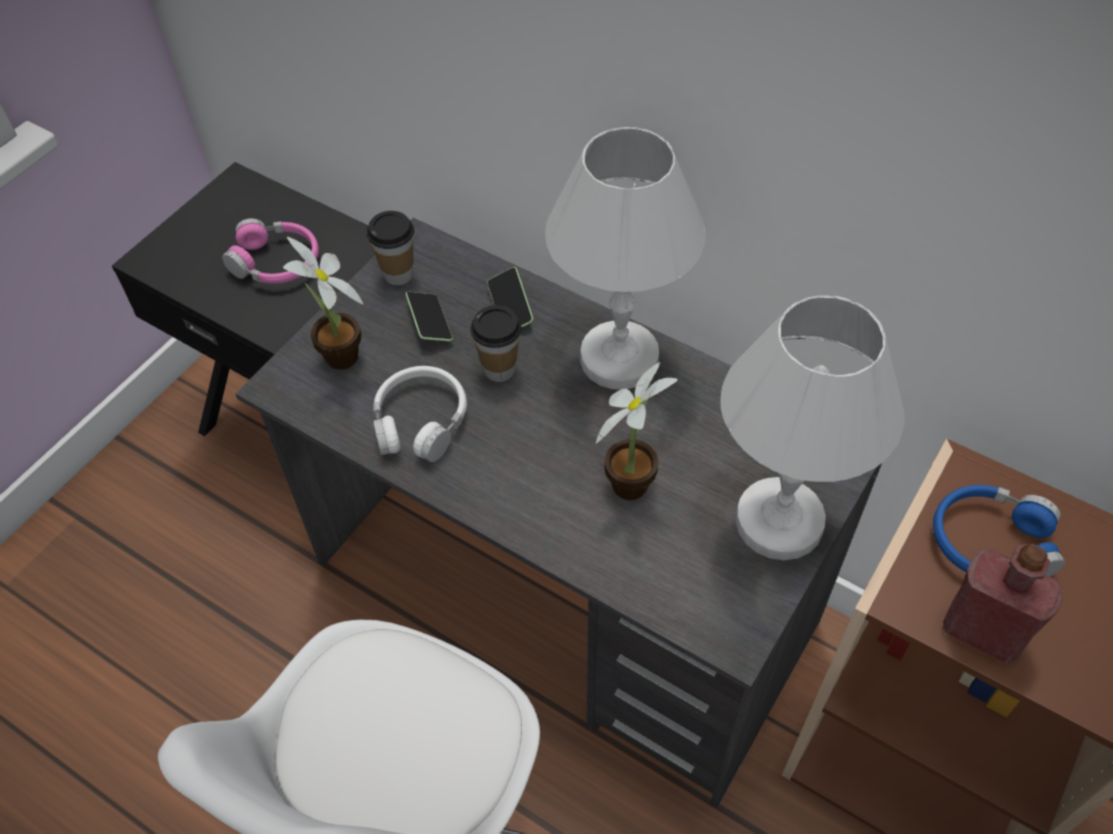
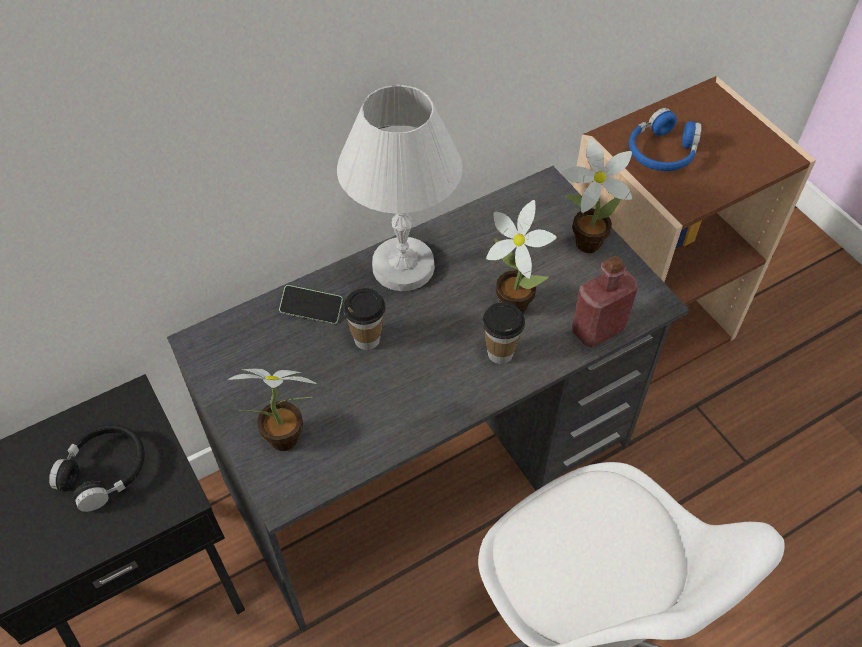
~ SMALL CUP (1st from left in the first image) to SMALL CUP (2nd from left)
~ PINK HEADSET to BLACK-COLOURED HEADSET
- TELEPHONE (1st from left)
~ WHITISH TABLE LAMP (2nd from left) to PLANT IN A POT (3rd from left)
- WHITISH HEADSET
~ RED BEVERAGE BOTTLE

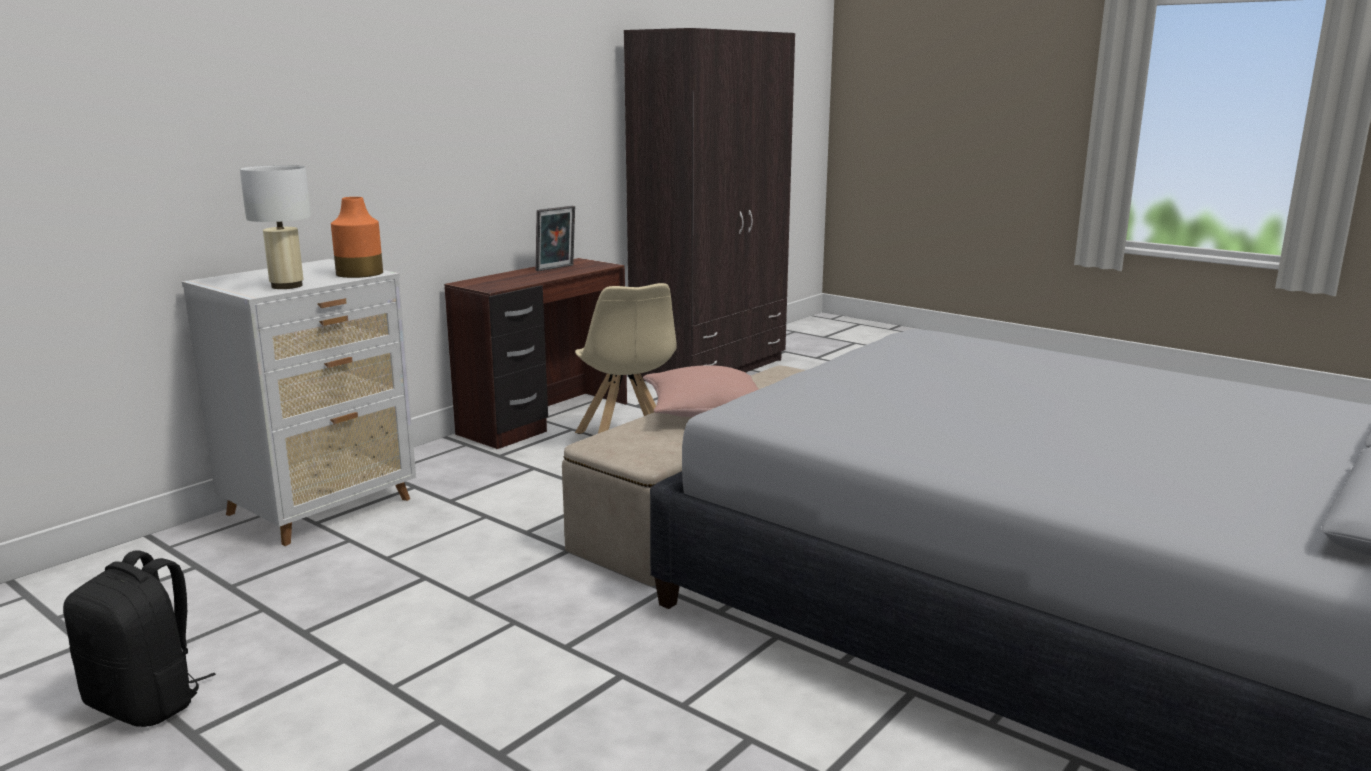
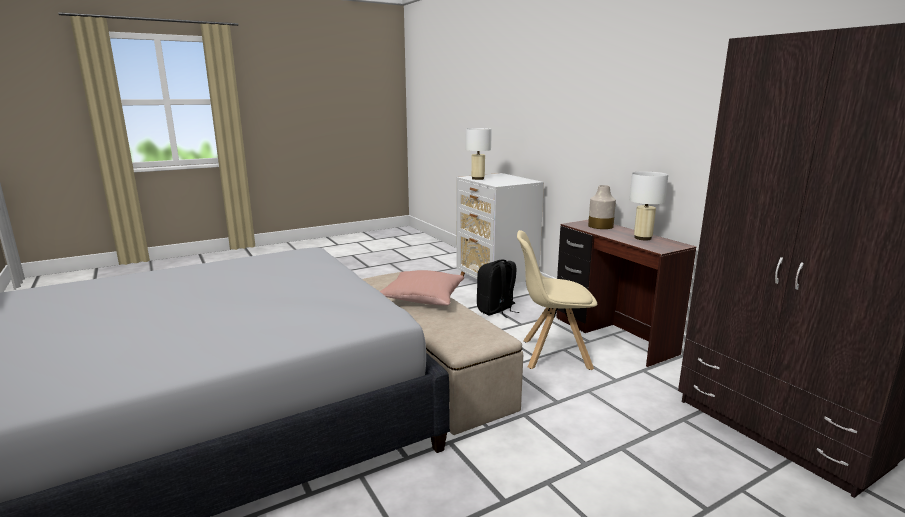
- ORANGE VASE
~ PHOTO FRAME to WHITISH TABLE LAMP (2nd from left)
~ BLACK-COLOURED BACKPACK
+ BEIGE-COLOURED VASE

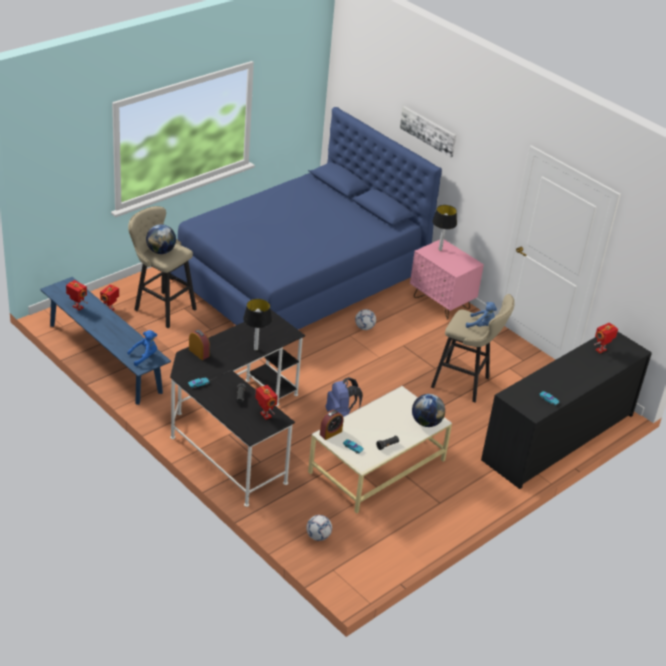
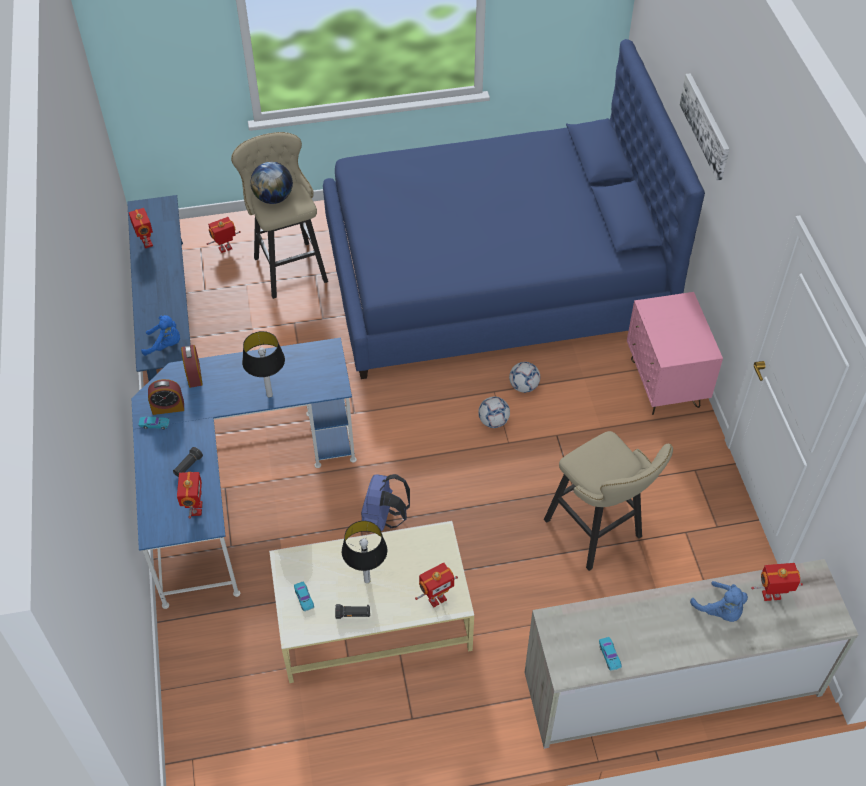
~ TABLE LAMP (2nd from left)
~ BLUE-COLOURED PLUSH TOY (2nd from left)
~ BLACK-COLOURED DESK TABLE to BLUE-COLOURED DESK TABLE
~ BLACK-COLOURED DRESSER to WHITISH DRESSER
~ GLOBE (2nd from left) to MODEL ROBOT (4th from left)
~ ALARM CLOCK (2nd from left in the first image) to ALARM CLOCK (1st from left)
~ BALL FOR FOOTBALL (1st from left)

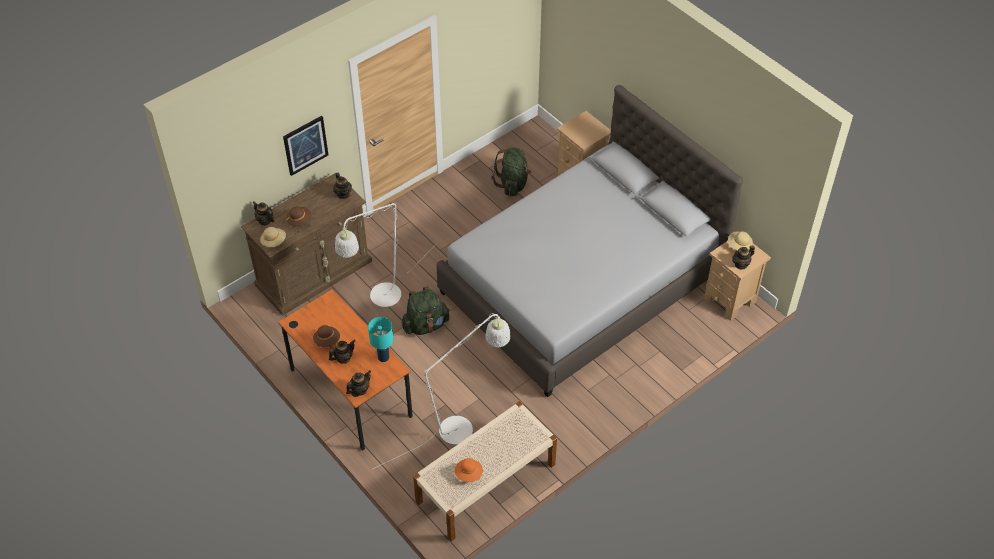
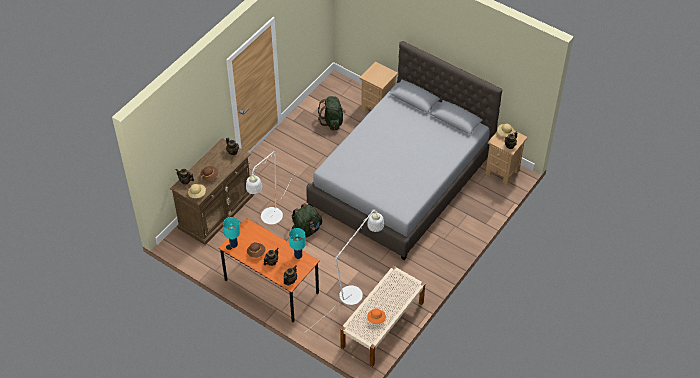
- PICTURE
+ TURQUOISE TABLE LAMP (1st from left)

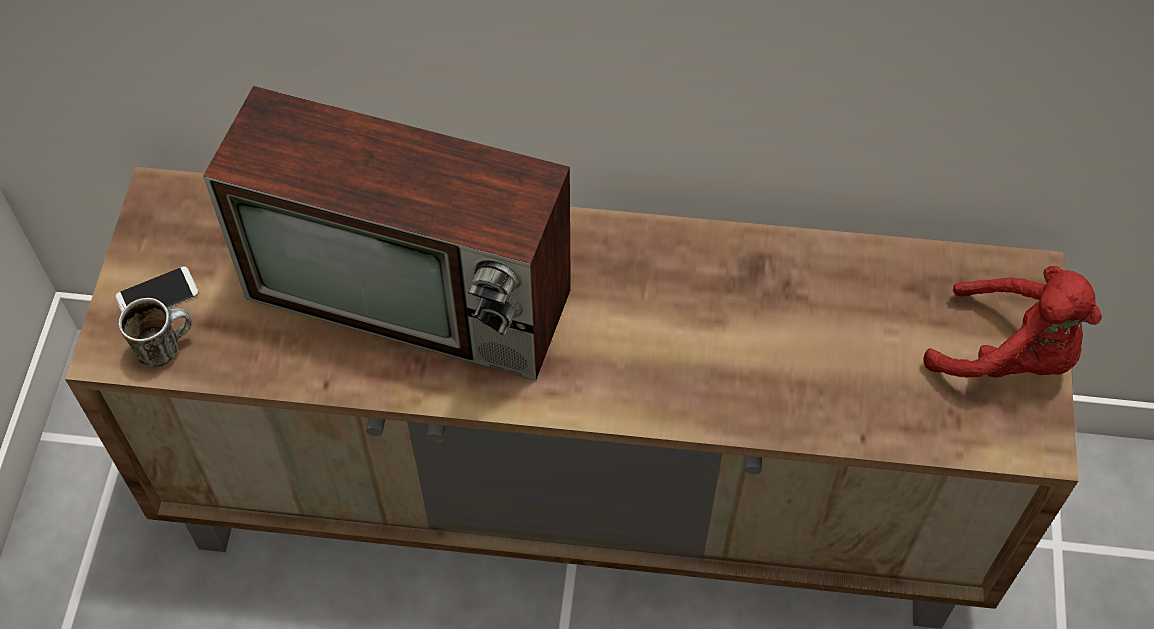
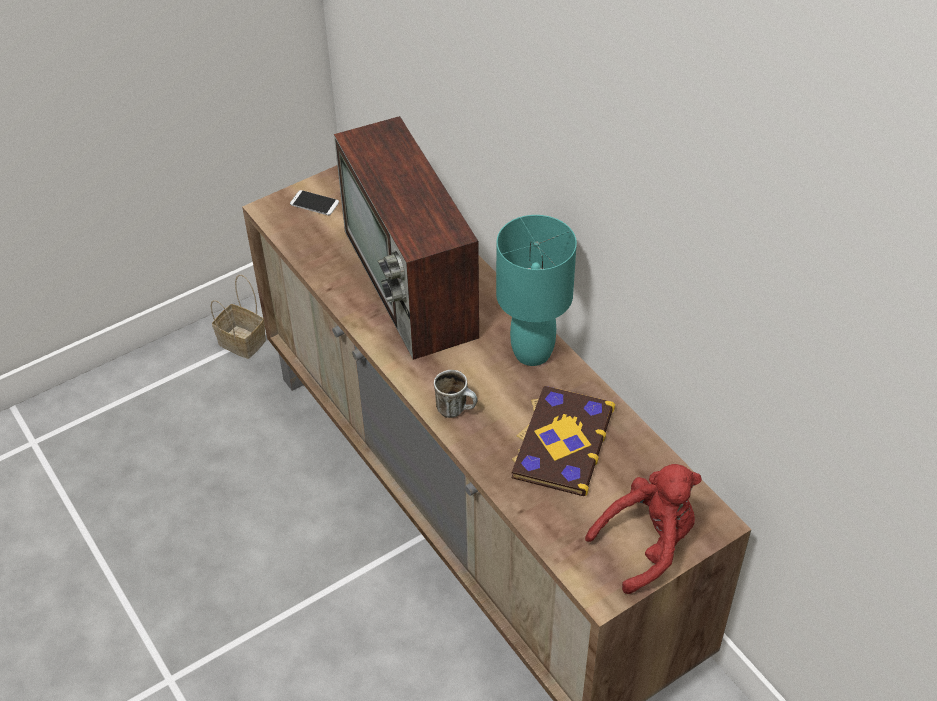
~ RED PLUSH TOY 105 degrees counterclockwise
~ MUG
+ TURQUOISE TABLE LAMP
+ STORAGE BASKET
+ VOLUME

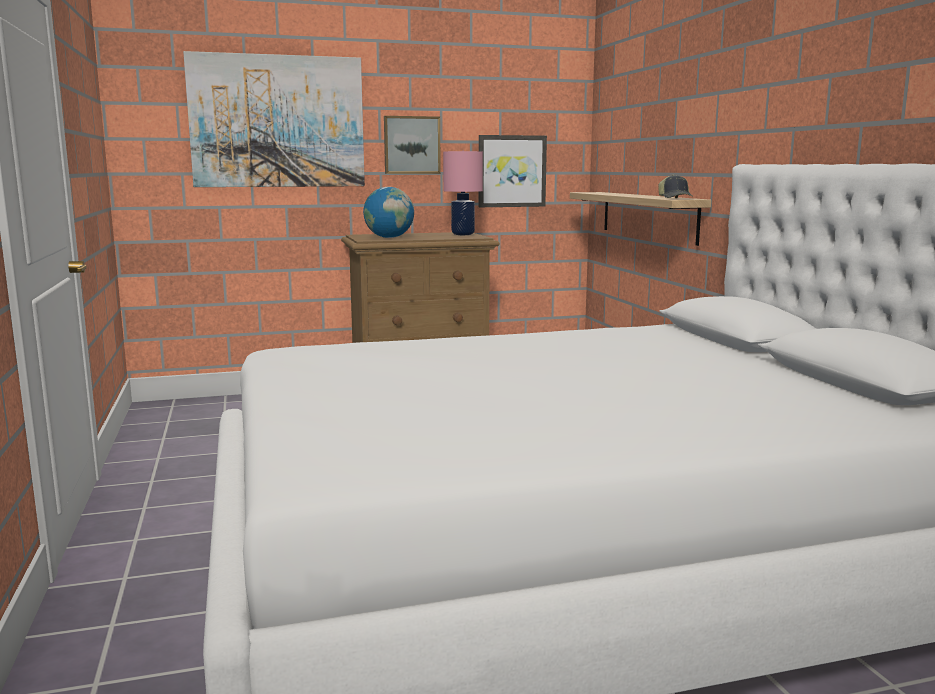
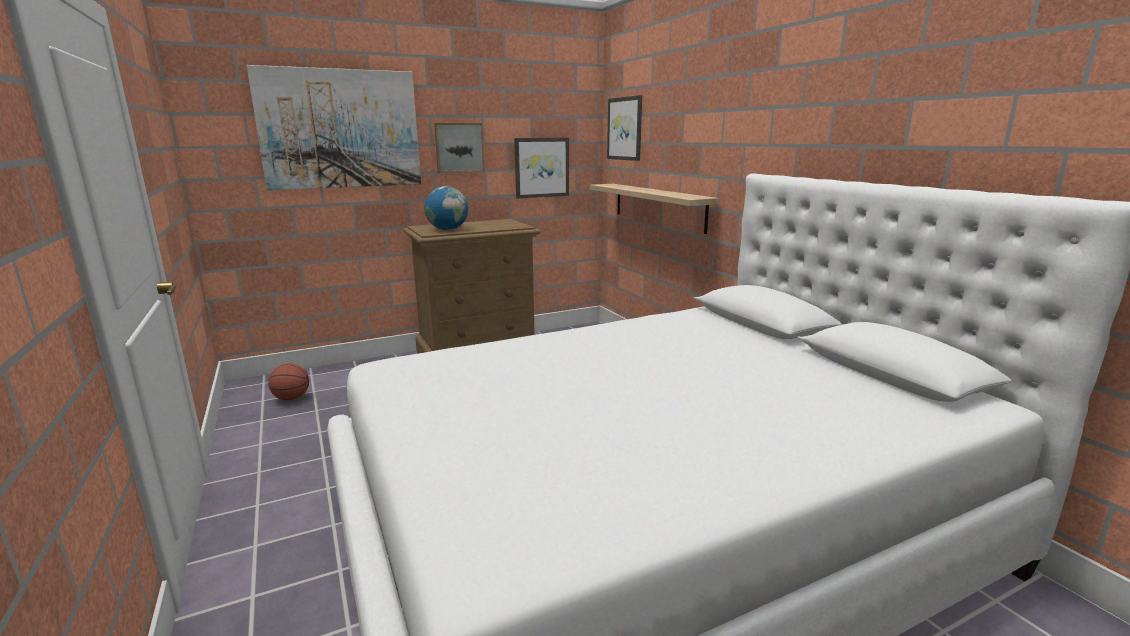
- PINK TABLE LAMP
- BASEBALL CAP
+ PICTURE (4th from left)
+ BASKETBALL BALL

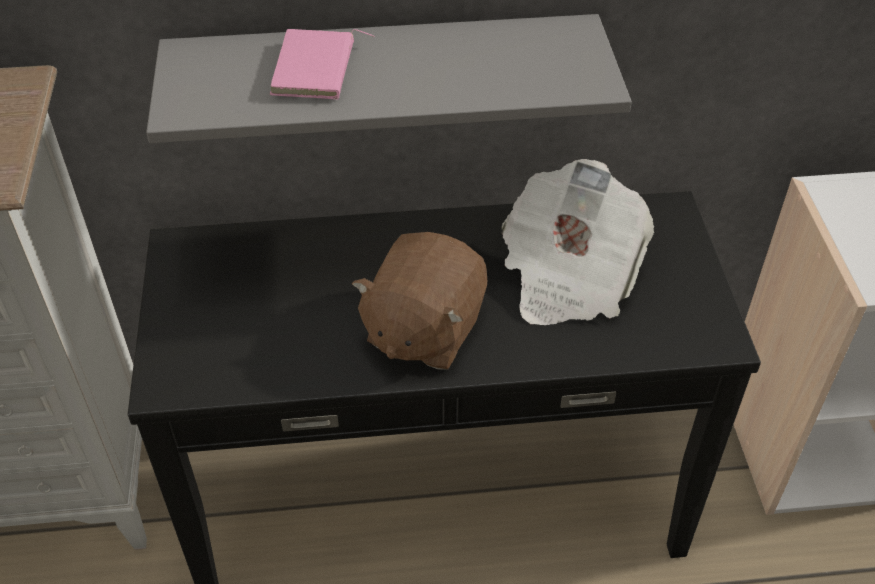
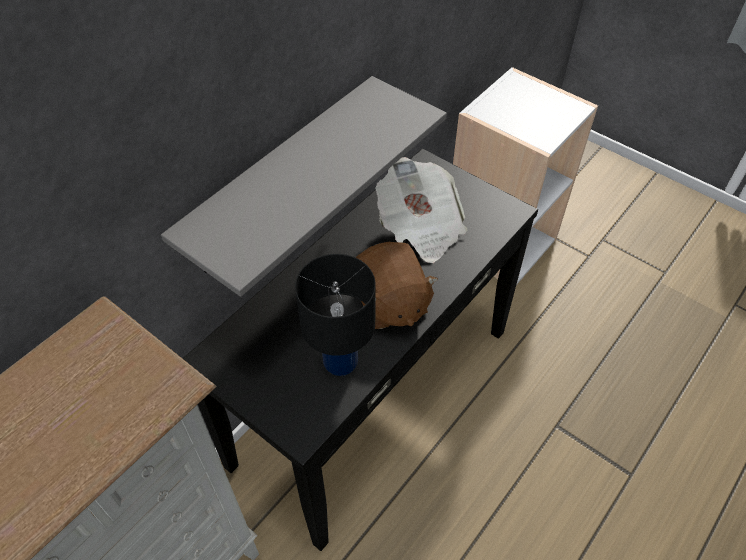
- PINK VOLUME
+ BLACK-COLOURED TABLE LAMP

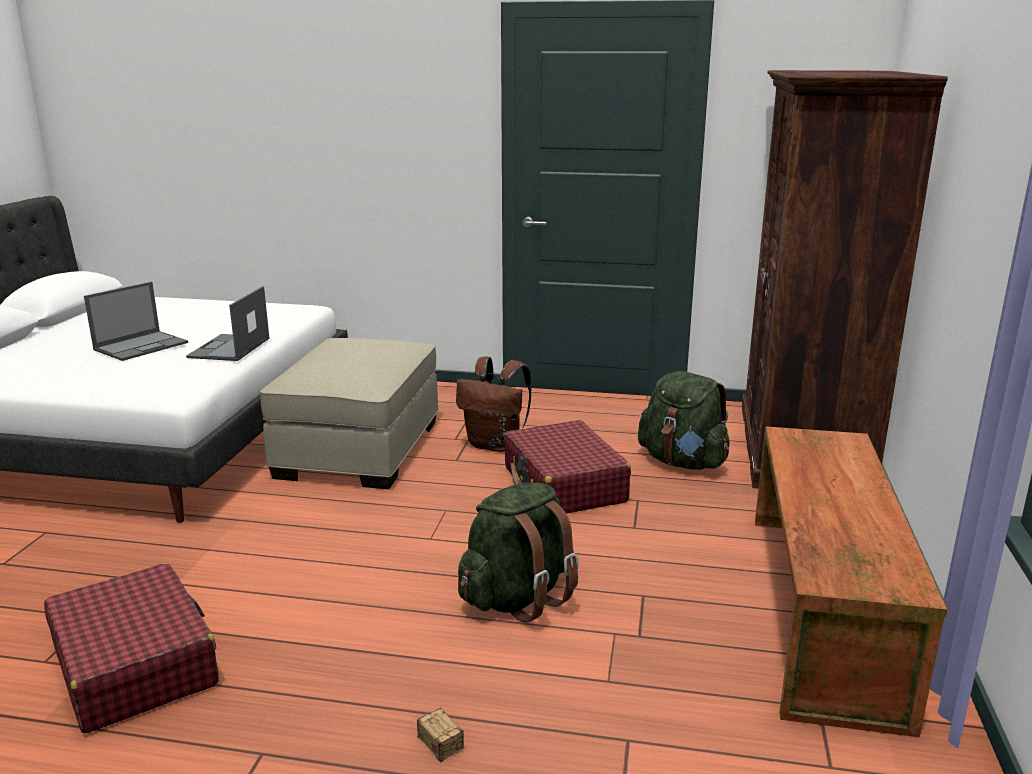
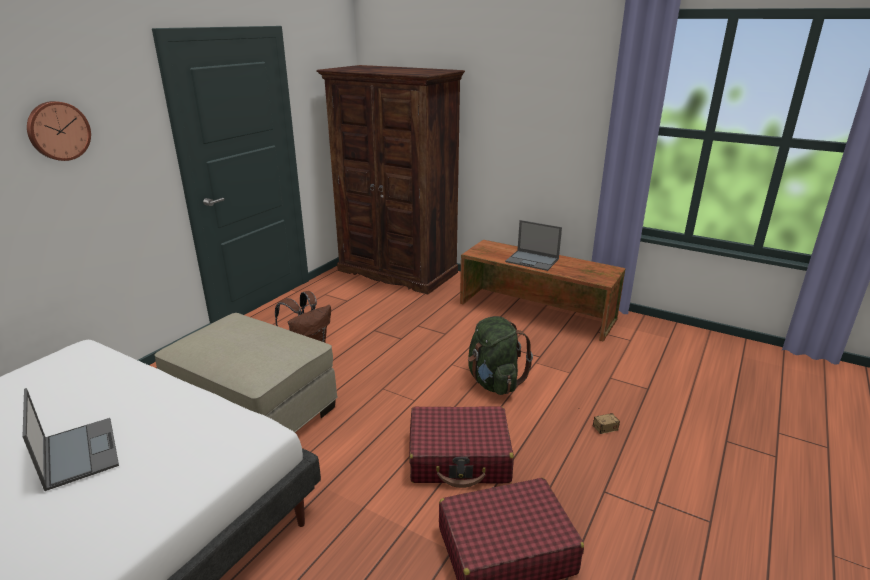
~ LAPTOP (2nd from left)
- GREENISH BACKPACK (2nd from left)
~ RED SUITCASE (2nd from left in the first image) to RED SUITCASE (1st from left)
+ HANGING CLOCK

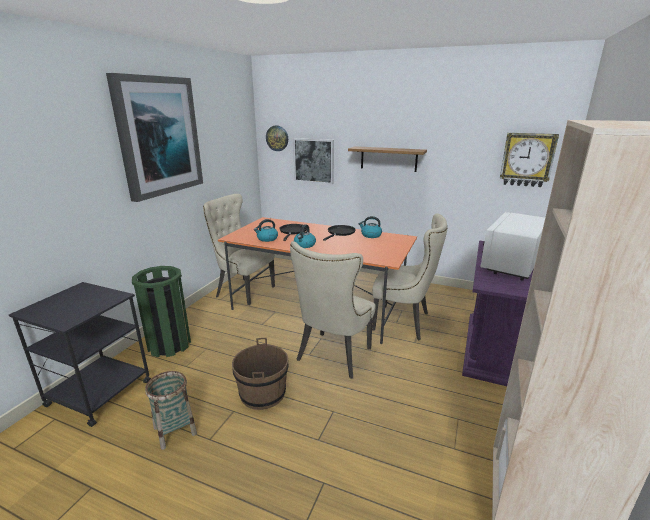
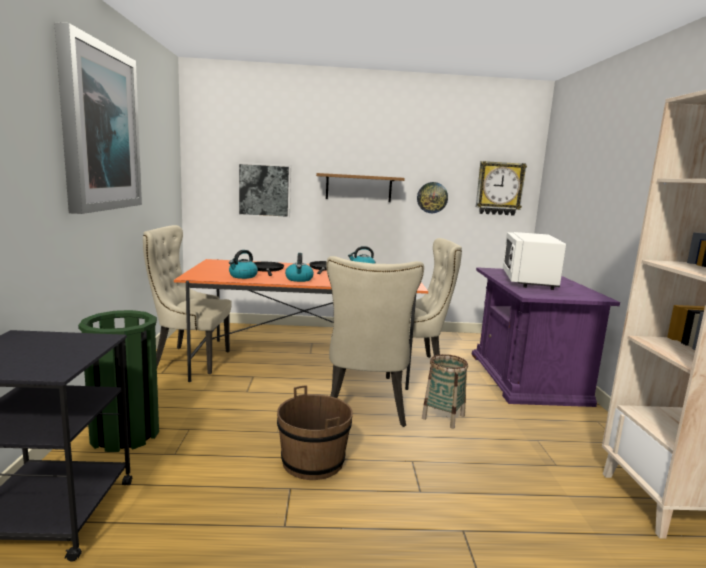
~ HANGING CLOCK (1st from left)
~ STORAGE BASKET

